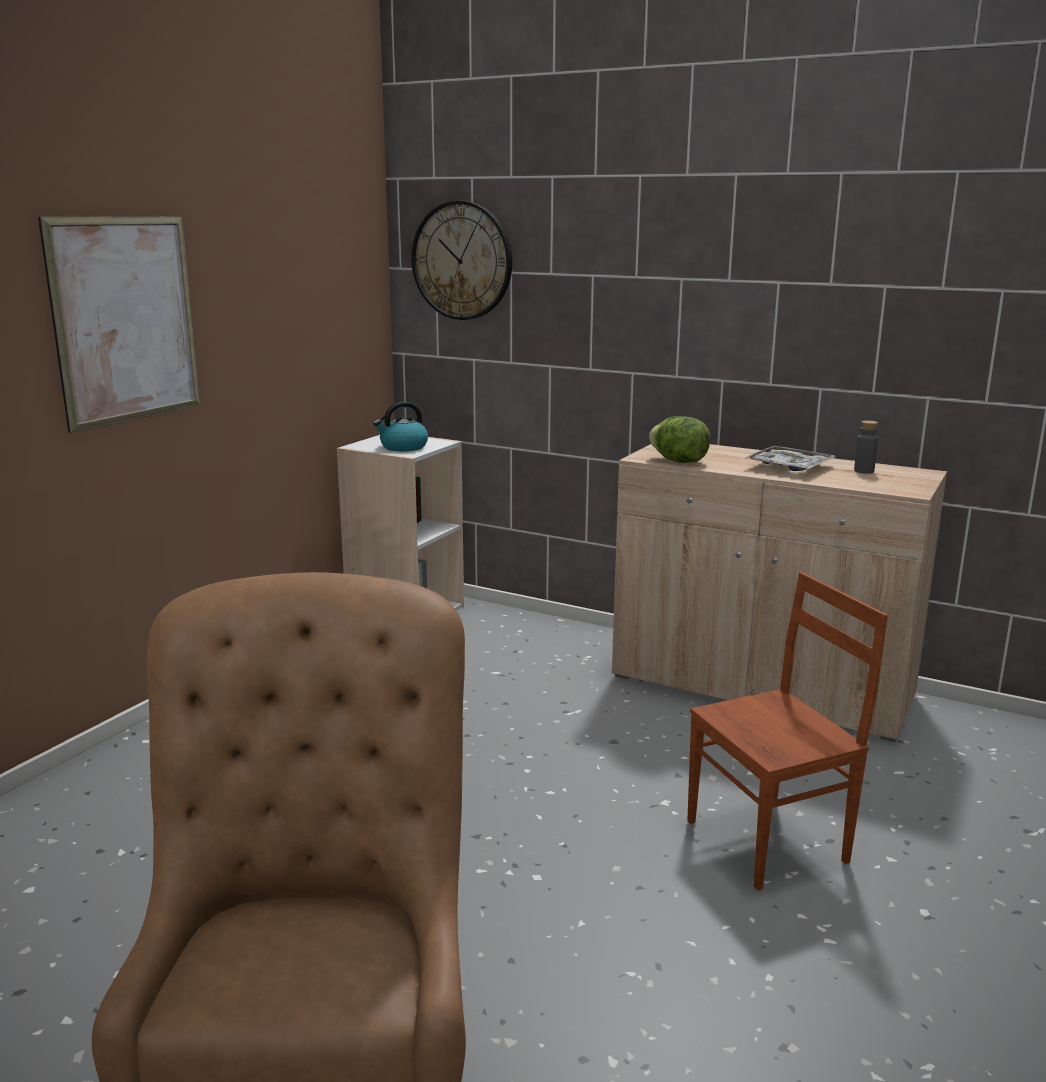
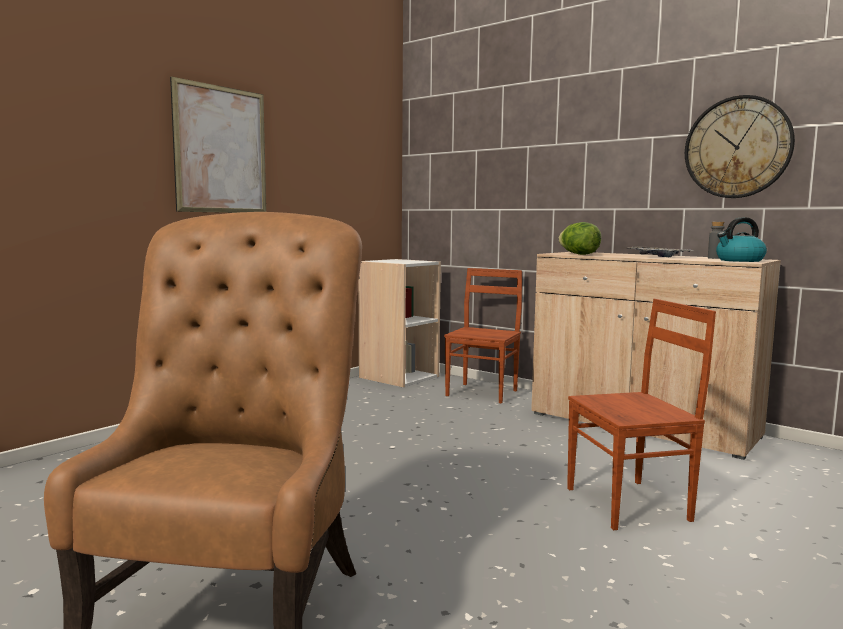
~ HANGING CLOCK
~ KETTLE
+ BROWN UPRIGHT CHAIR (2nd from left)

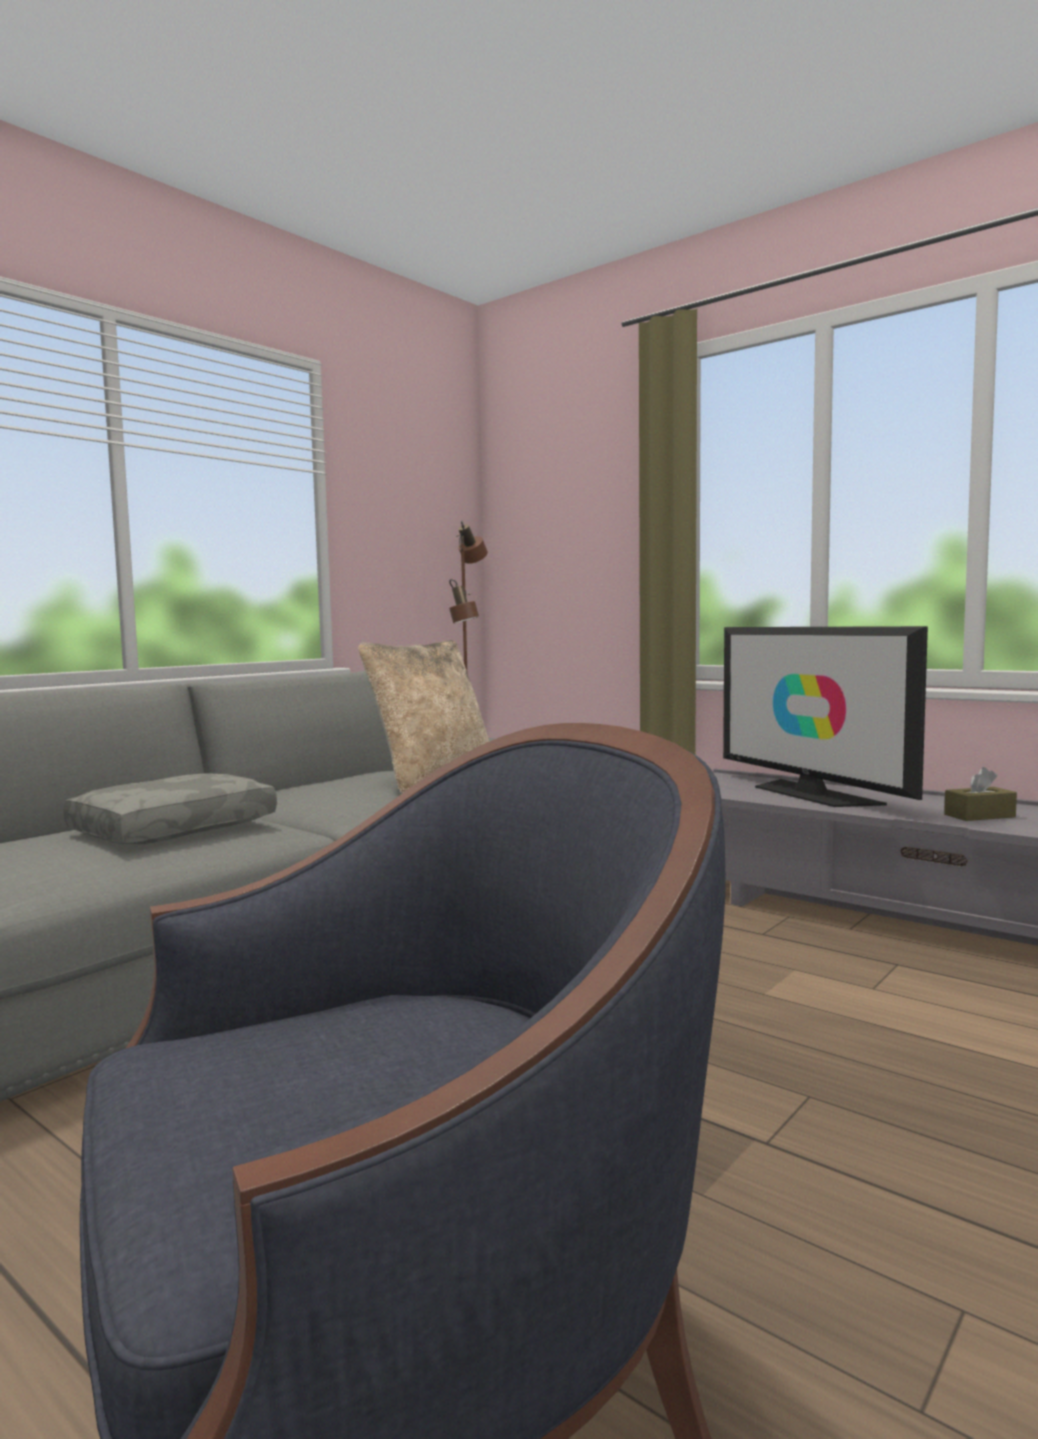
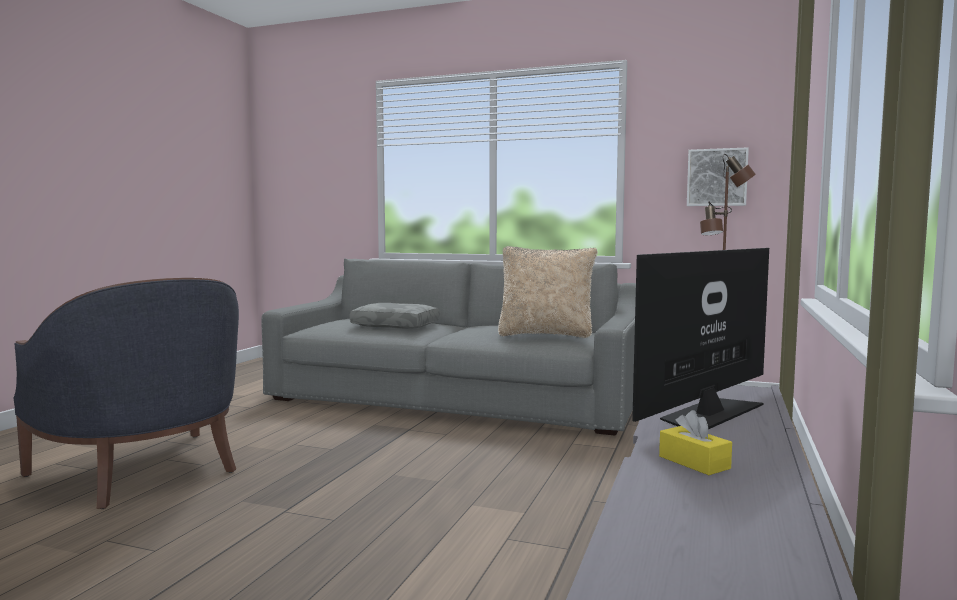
~ BROWN TISSUE HOLDER to YELLOW TISSUE HOLDER
+ PICTURE

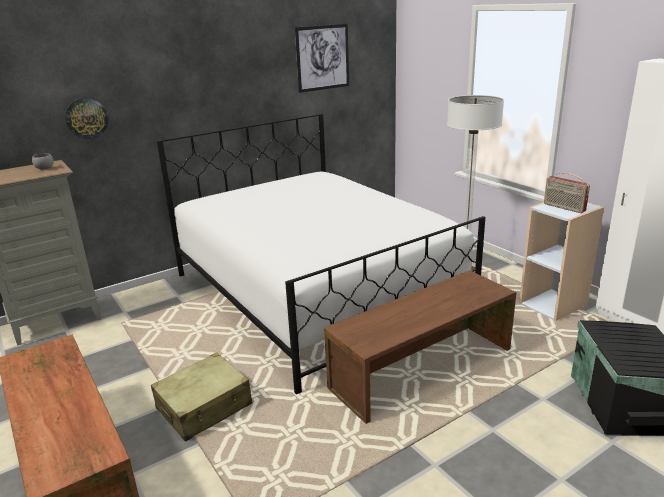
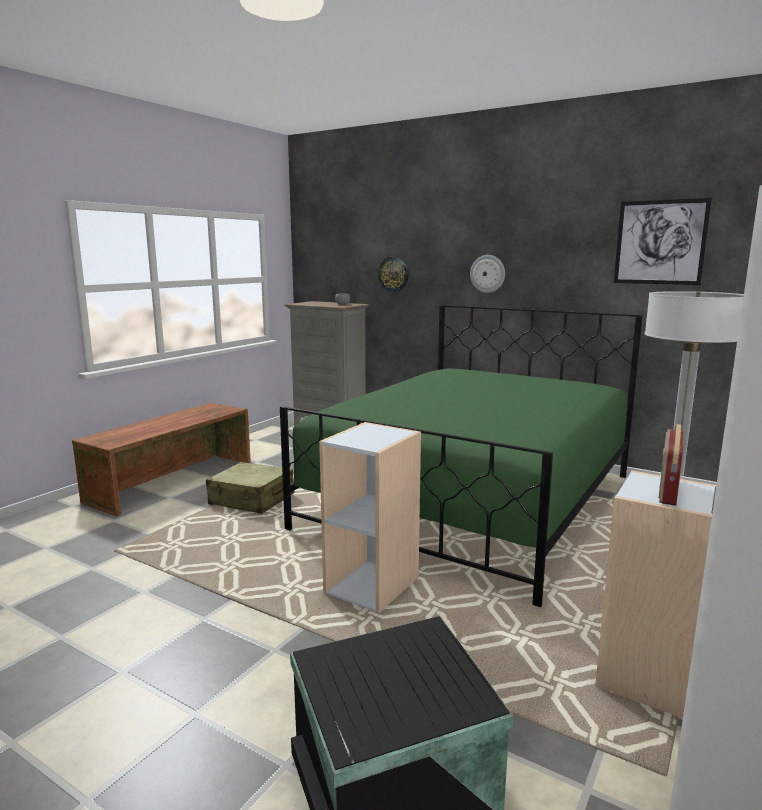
~ WHITISH BEDROOM BED to GREENISH BEDROOM BED
~ BROWN BENCH (2nd from left) to BOOKCASE (1st from left)
+ HANGING CLOCK (2nd from left)

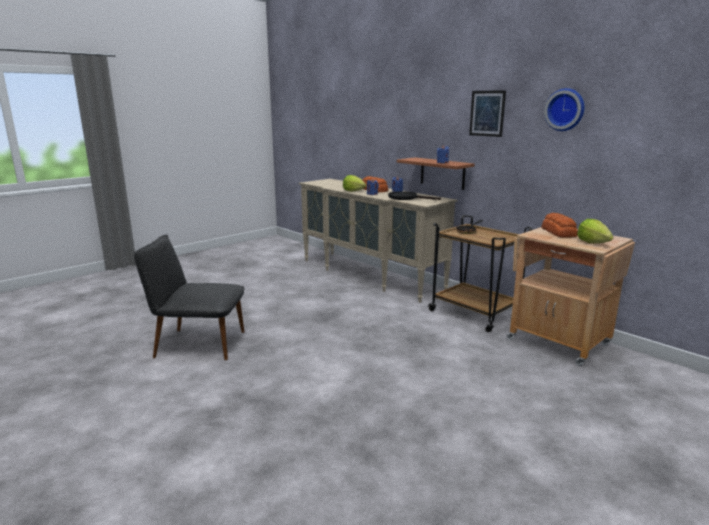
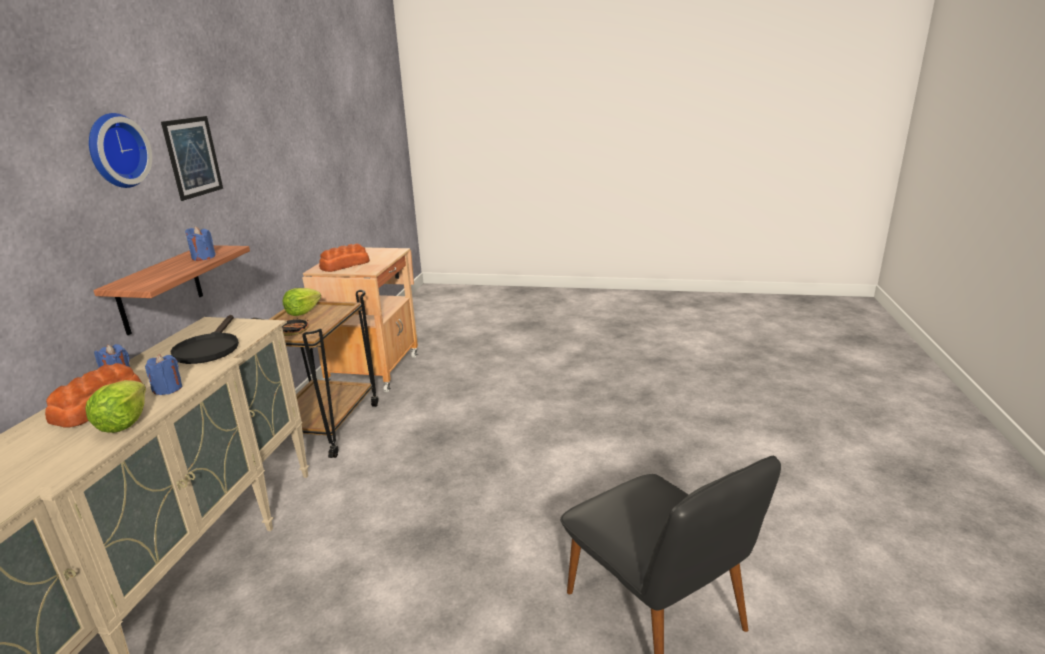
~ HANGING CLOCK
~ HEAD OF LETTUCE (2nd from left)

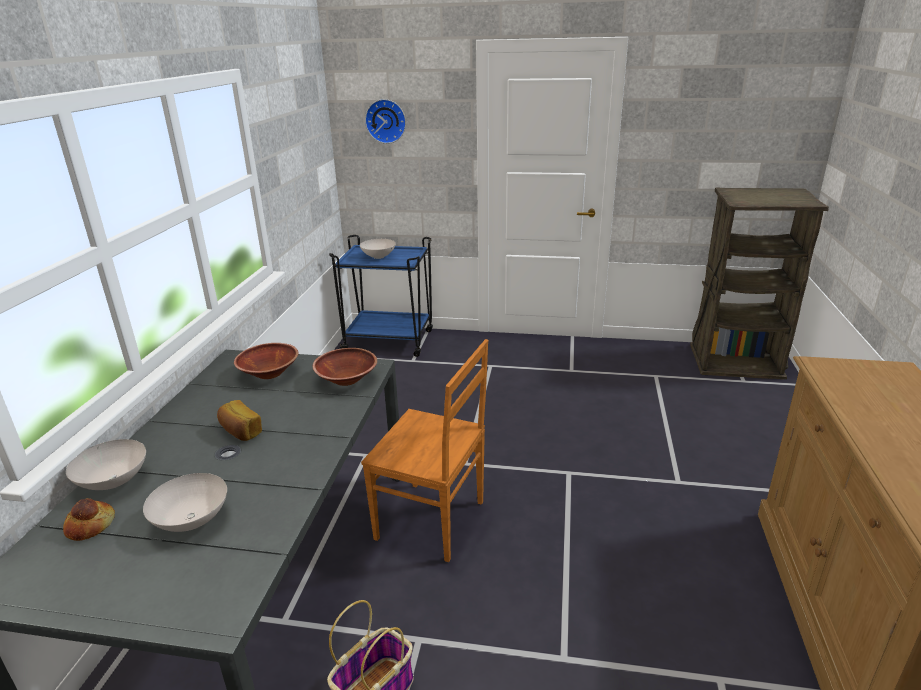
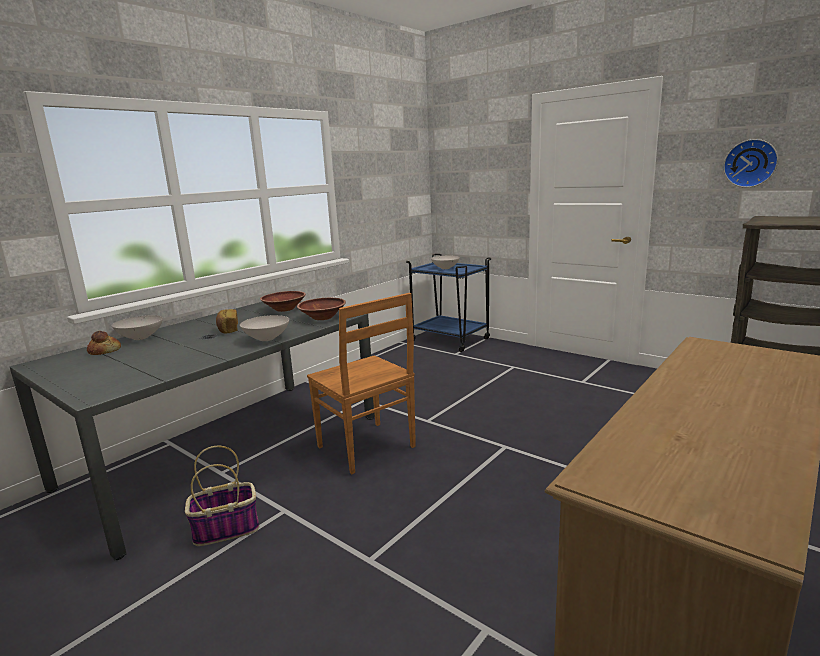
~ HANGING CLOCK
~ WHITISH DEEP DISH (2nd from left)

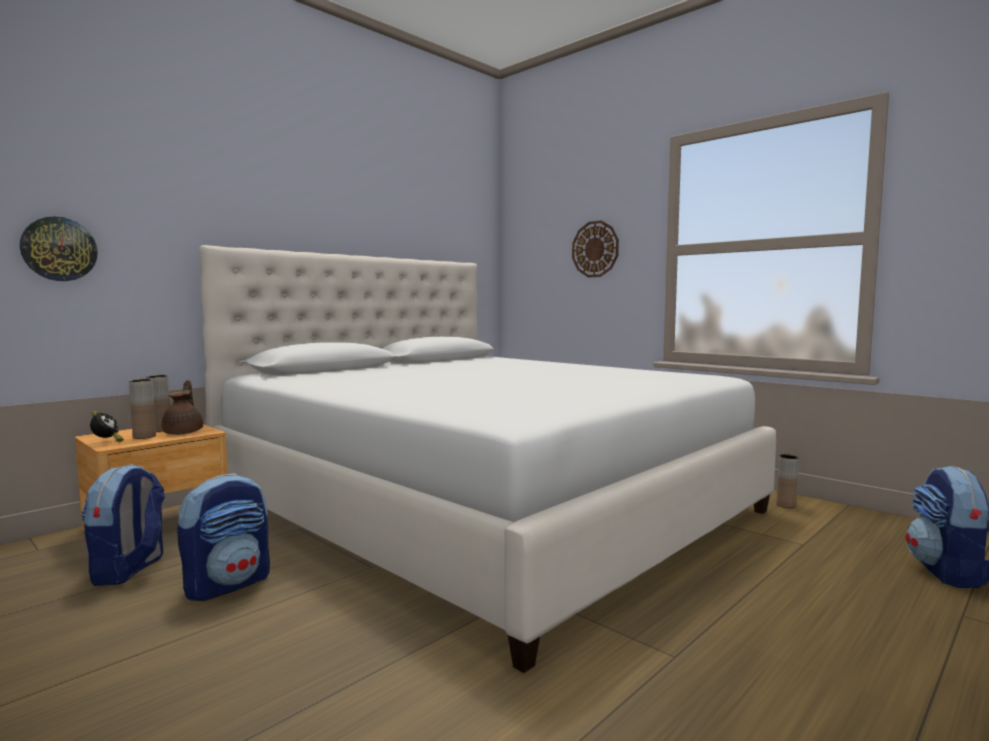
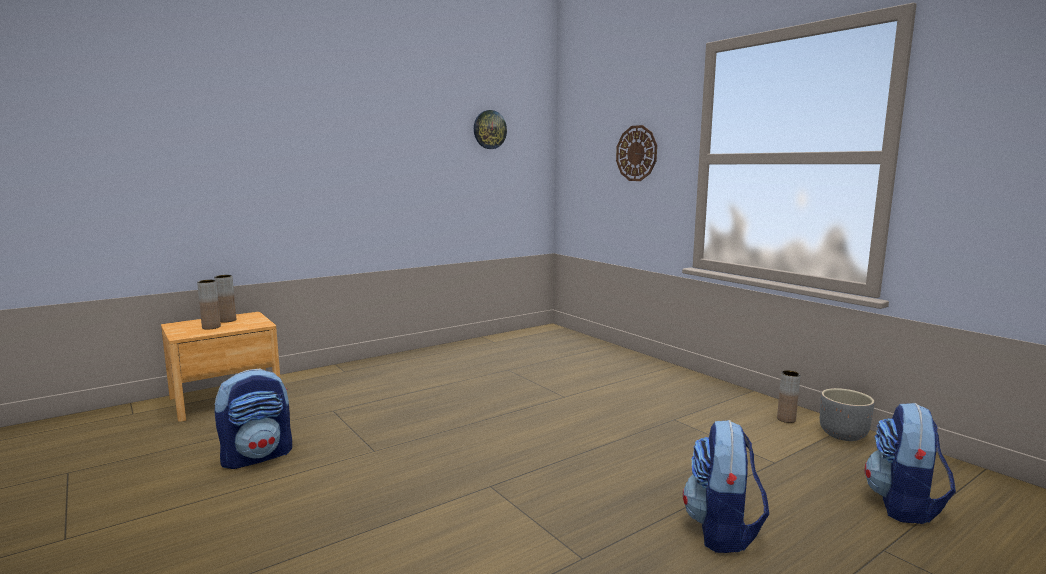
~ HANGING CLOCK (1st from left)
- WHITISH BEDROOM BED
- BROWN TEA POT
- ALARM CLOCK
~ BACKPACK (1st from left in the first image) to BACKPACK (2nd from left)
+ GREY PLANTER

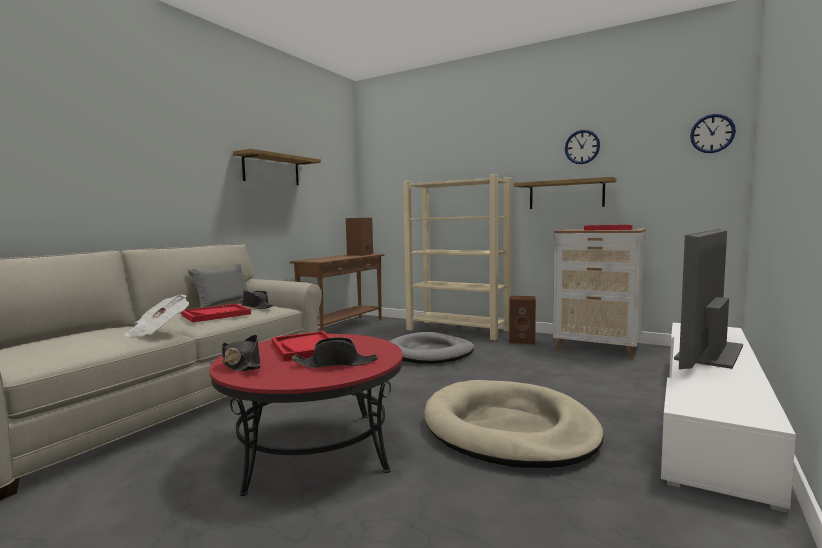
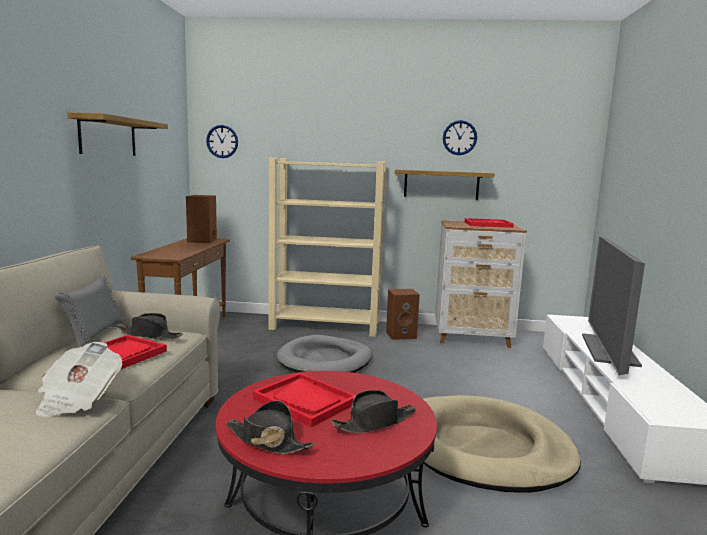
~ HANGING CLOCK (2nd from left in the first image) to HANGING CLOCK (1st from left)

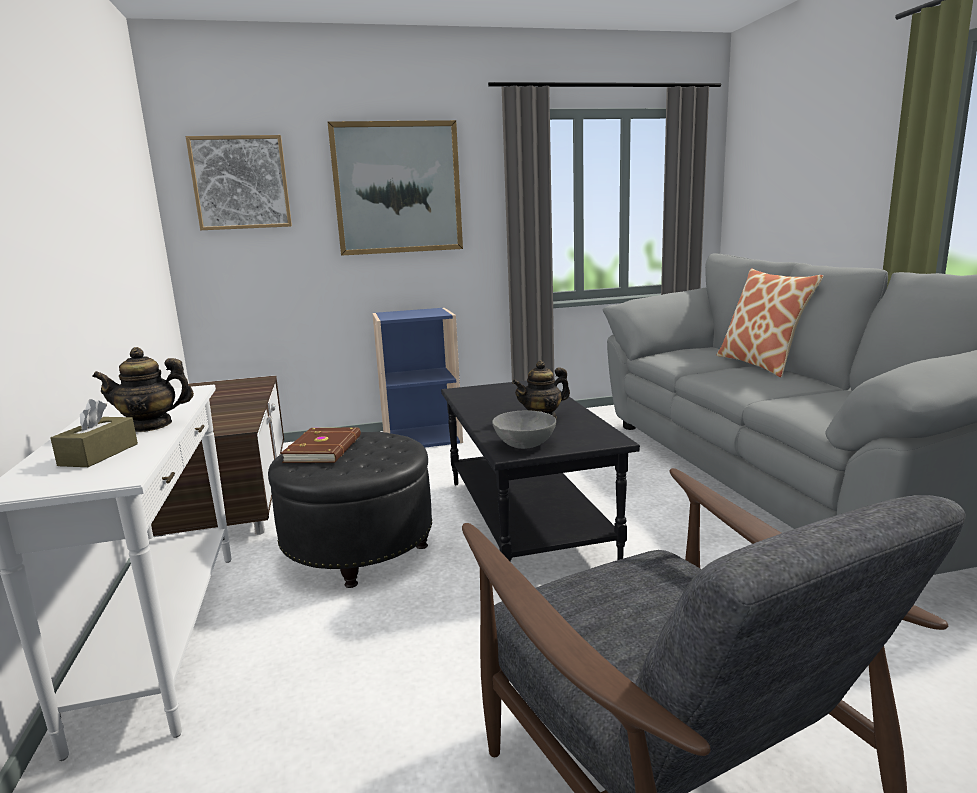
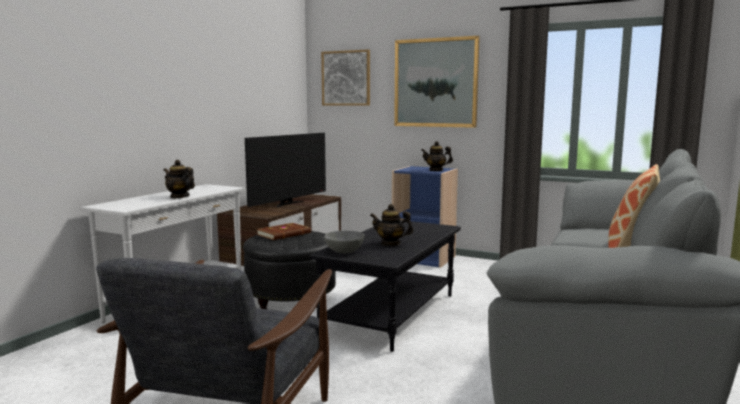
- BROWN TISSUE HOLDER
+ TELEVISION
+ TEA POT (3rd from left)

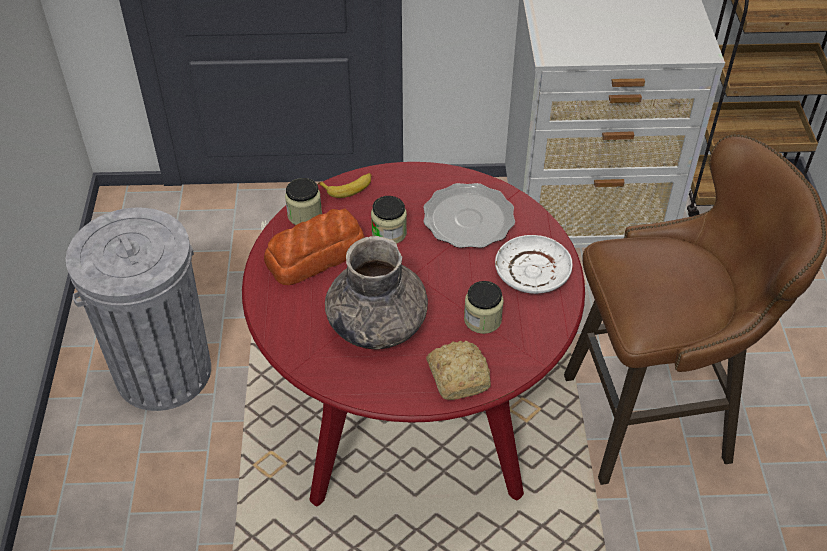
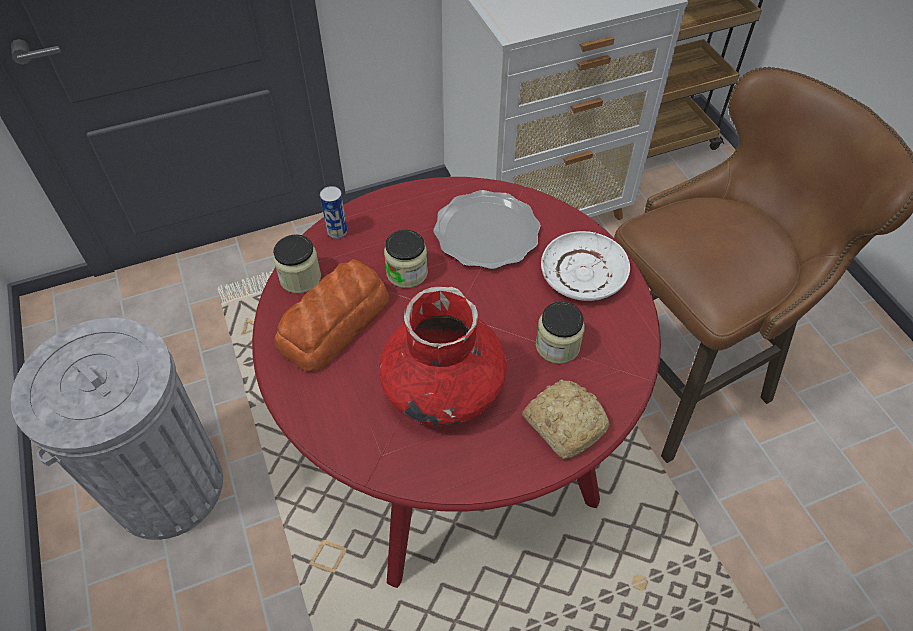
~ BANANA to CAN
~ GREY VASE to RED VASE

